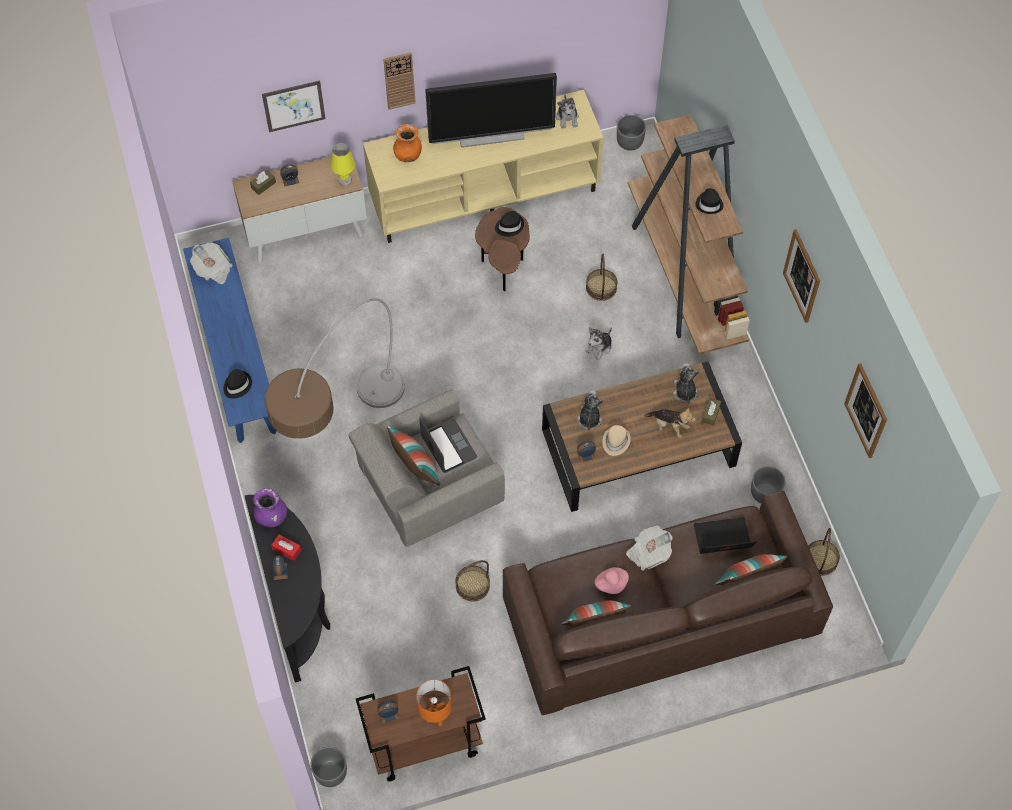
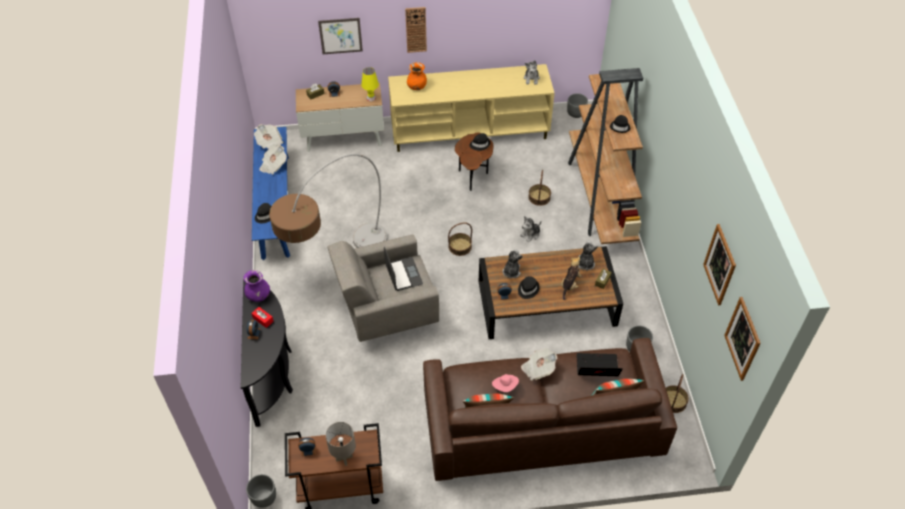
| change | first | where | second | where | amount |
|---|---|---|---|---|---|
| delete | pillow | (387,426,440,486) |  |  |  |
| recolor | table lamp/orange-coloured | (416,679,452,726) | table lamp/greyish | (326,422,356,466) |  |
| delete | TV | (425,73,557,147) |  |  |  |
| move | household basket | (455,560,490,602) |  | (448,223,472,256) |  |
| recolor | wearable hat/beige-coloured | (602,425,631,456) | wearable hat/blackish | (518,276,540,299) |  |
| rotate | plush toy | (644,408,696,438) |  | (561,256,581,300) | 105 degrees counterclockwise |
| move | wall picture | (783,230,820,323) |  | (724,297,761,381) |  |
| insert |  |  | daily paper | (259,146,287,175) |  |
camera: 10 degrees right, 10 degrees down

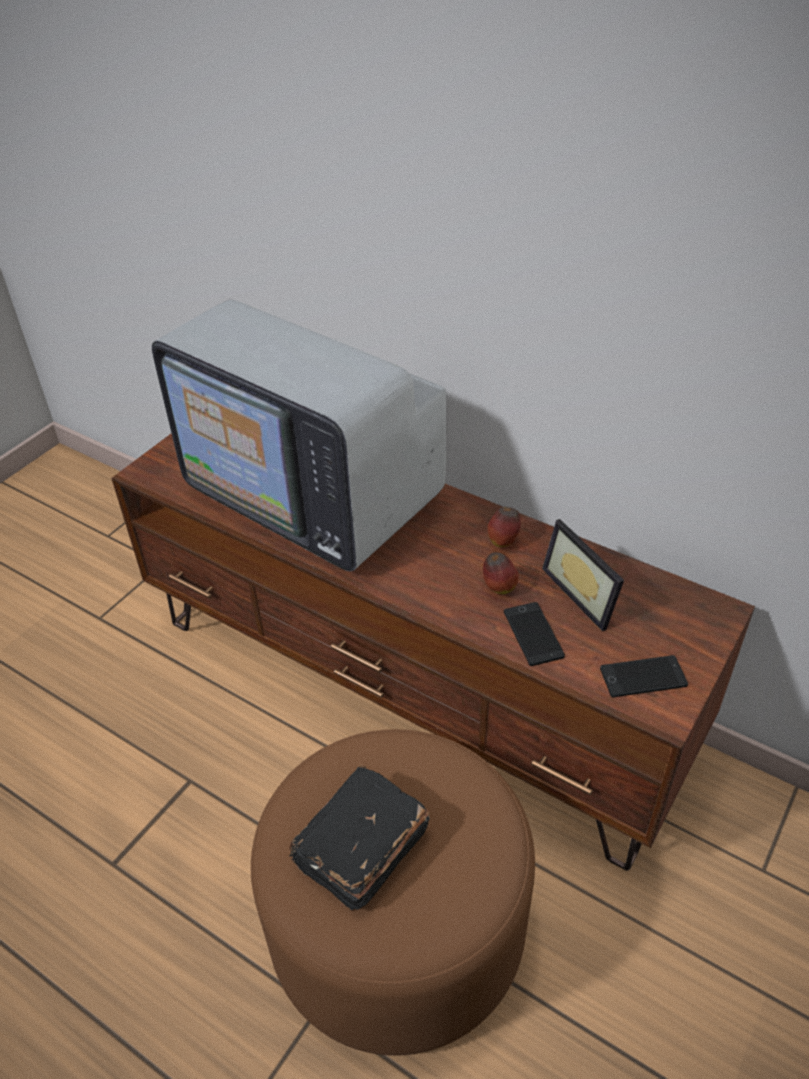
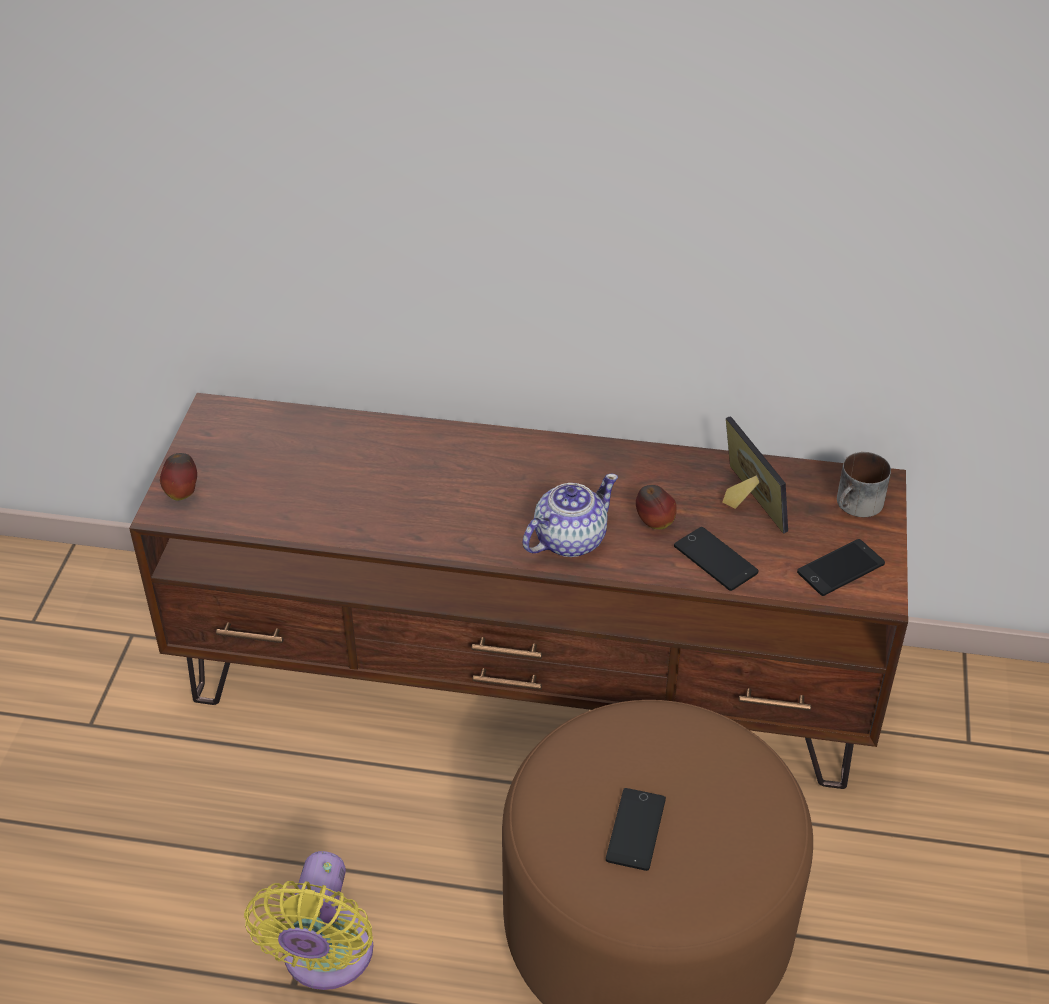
| change | first | where | second | where | amount |
|---|---|---|---|---|---|
| delete | TV | (152,300,446,571) |  |  |  |
| replace | volume/blackish | (289,764,430,910) | telephone | (606,788,666,871) |  |
| move | apple fruit | (487,507,521,547) |  | (160,453,197,501) |  |
| rotate | standing frame | (542,519,624,631) |  | (722,416,788,534) | 150 degrees counterclockwise |
| insert |  |  | cooling fan/yellow-coloured | (244,851,373,990) |  |
| insert |  |  | tea pot | (523,474,618,557) |  |
| insert |  |  | coffee mug | (837,452,891,517) |  |
camera: 25 degrees left, 0 degrees up

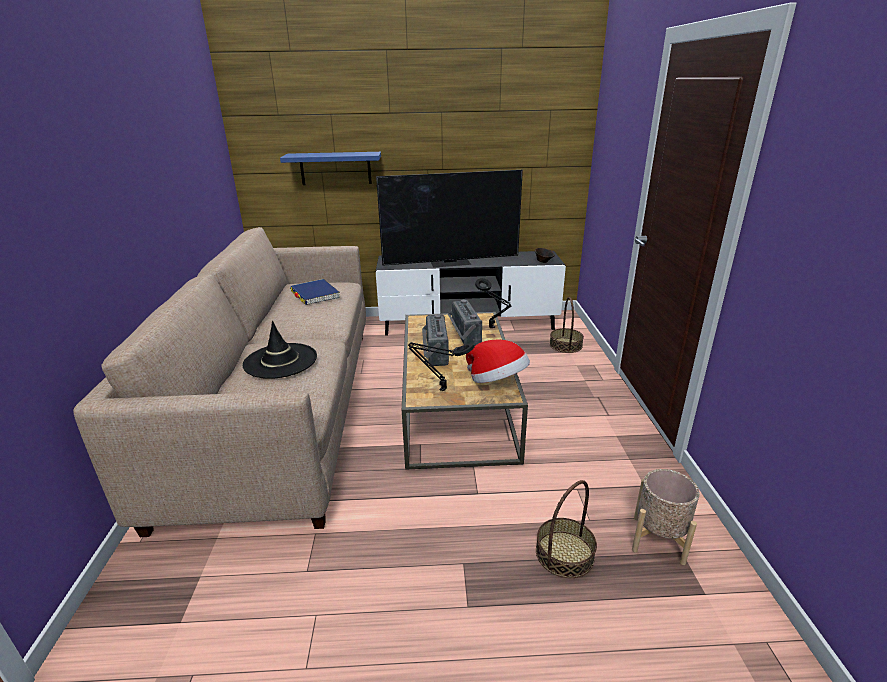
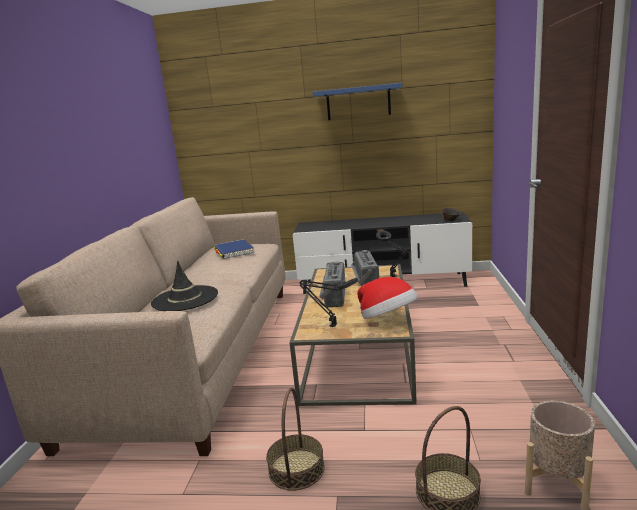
| change | first | where | second | where | amount |
|---|---|---|---|---|---|
| move | bracket shelf/blue-coloured | (280,152,381,185) |  | (313,83,402,120) |  |
| delete | TV | (376,170,523,268) |  |  |  |
| move | household basket | (550,297,584,353) |  | (266,388,325,491) |  |
camera: 10 degrees right, 10 degrees down

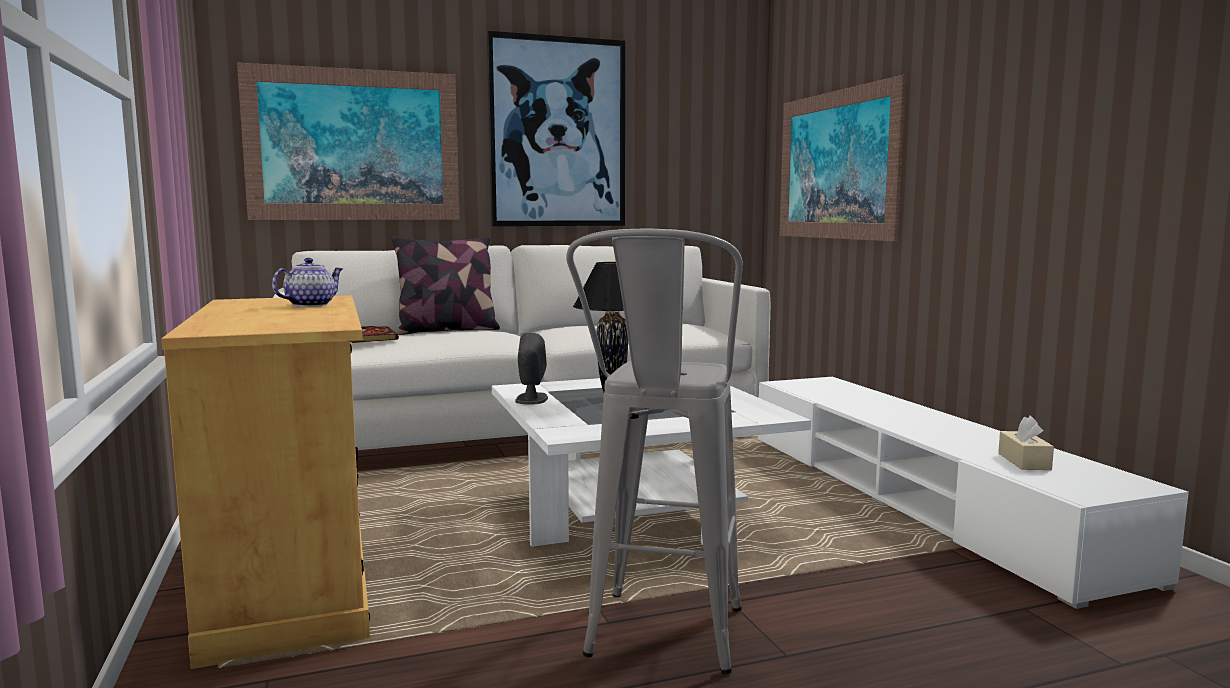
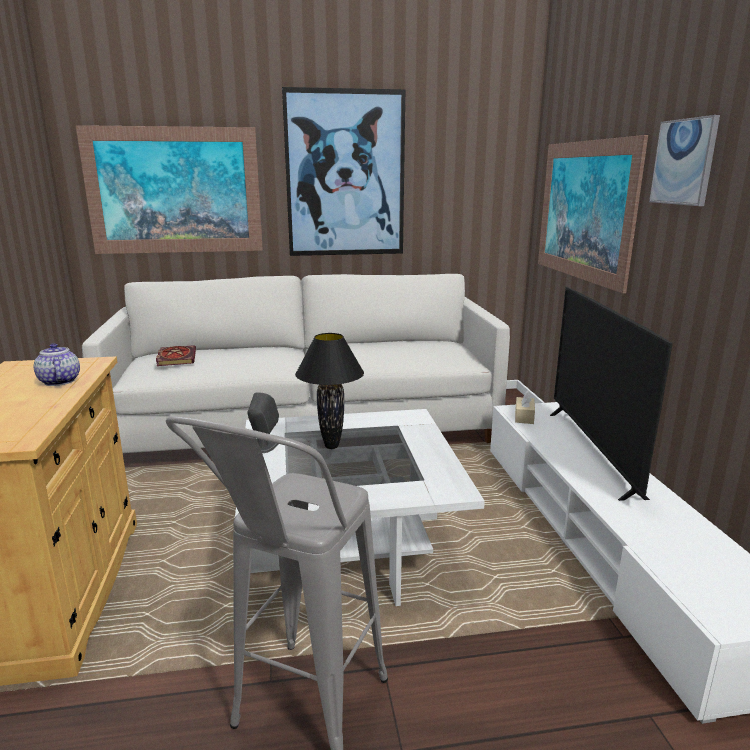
| change | first | where | second | where | amount |
|---|---|---|---|---|---|
| rotate | tea pot | (272,258,343,307) |  | (34,343,80,386) | 75 degrees counterclockwise |
| delete | pillow | (392,236,500,335) |  |  |  |
| move | tissue box/beige-coloured | (998,416,1054,470) |  | (515,390,535,424) |  |
| insert |  |  | TV | (550,287,673,501) |  |
| insert |  |  | wall picture | (649,115,720,206) |  |
camera: 10 degrees right, 10 degrees up

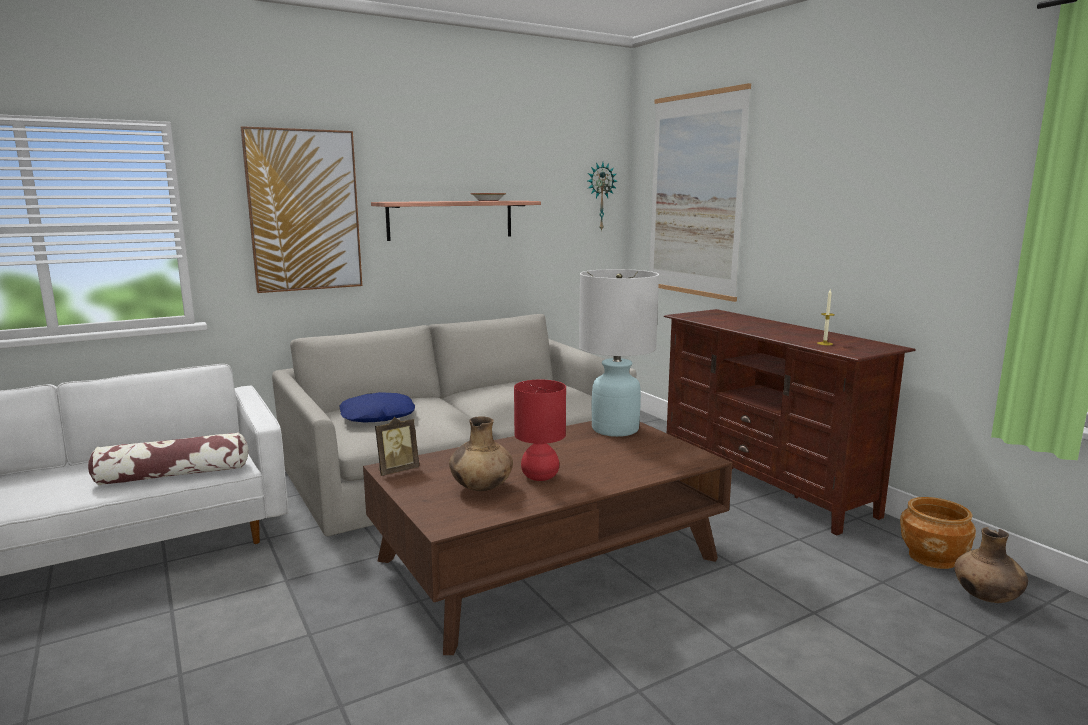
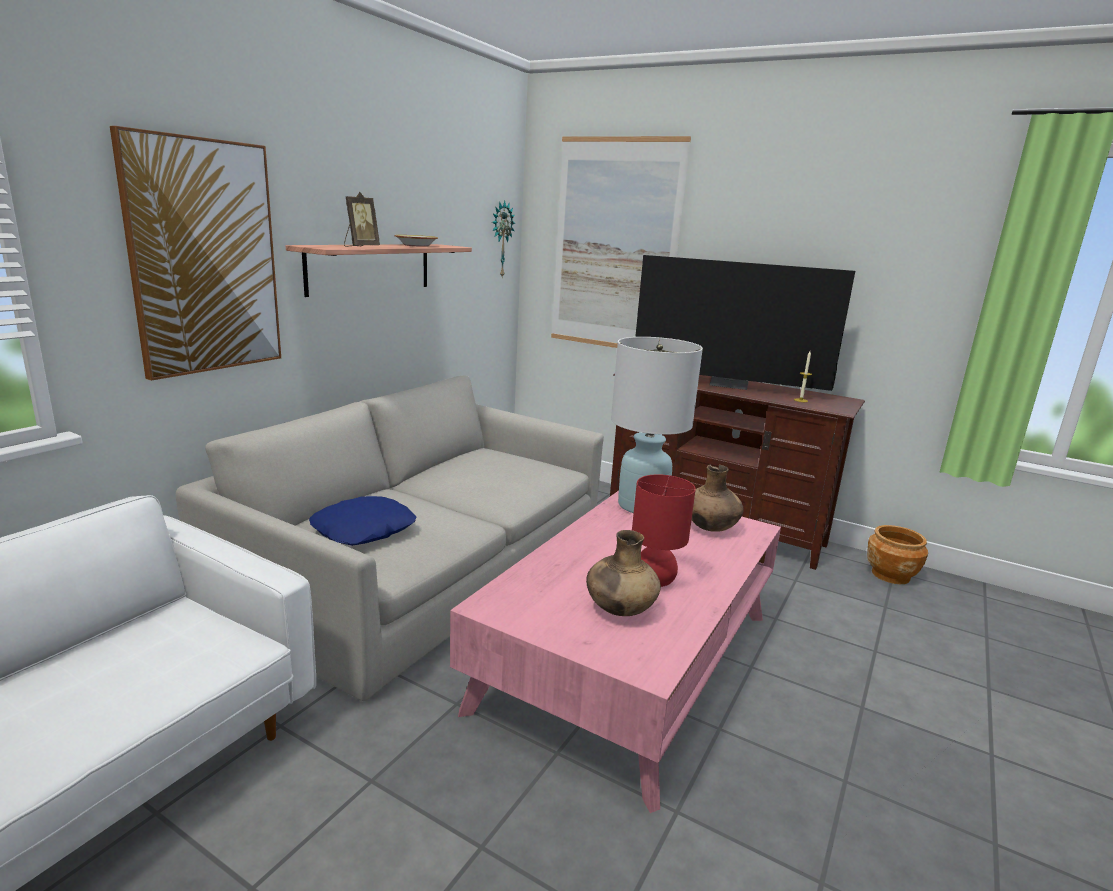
| change | first | where | second | where | amount |
|---|---|---|---|---|---|
| delete | pillow | (88,432,249,485) |  |  |  |
| recolor | lounge table/brownish | (363,421,732,655) | lounge table/pink | (450,491,781,813) |  |
| move | standing frame | (375,417,419,476) |  | (344,192,380,247) |  |
| move | decorative vase/brownish | (954,527,1028,603) |  | (691,464,744,532) |  |
| insert |  |  | TV | (635,255,855,391) |  |
camera: 30 degrees left, 5 degrees up

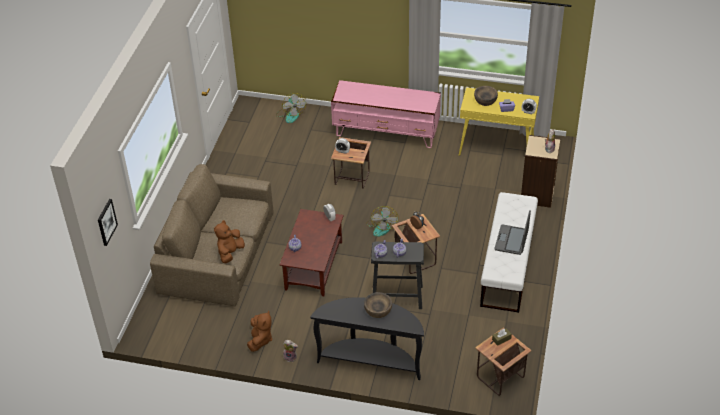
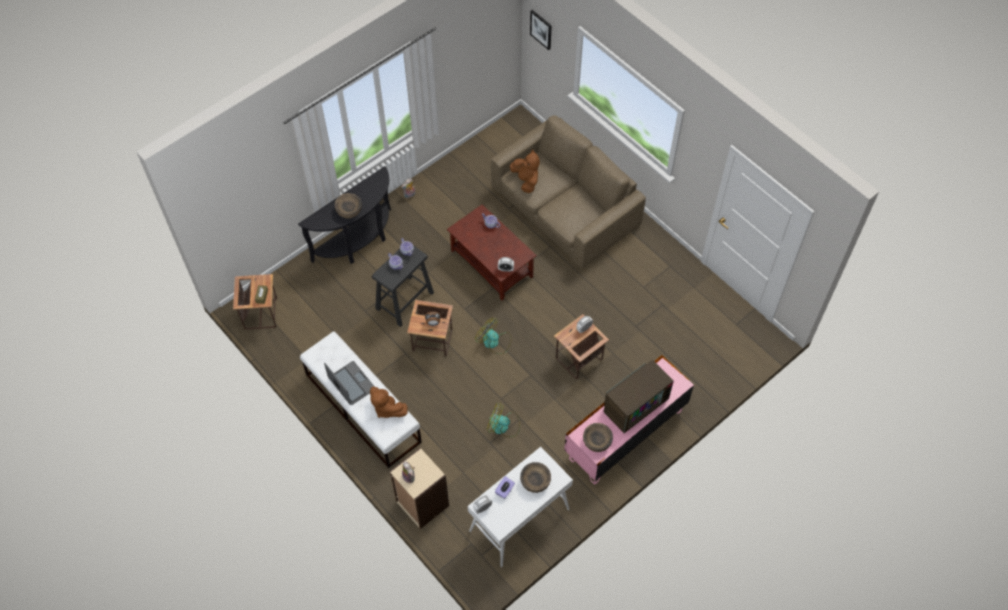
| change | first | where | second | where | amount |
|---|---|---|---|---|---|
| move | plush toy/brownish | (247,311,272,352) |  | (370,387,407,418) |  |
| move | cooling fan | (276,93,306,123) |  | (487,403,520,437) |  |
| recolor | narrow table/yellow-coloured | (459,87,539,156) | narrow table/whitish | (468,447,573,567) |  |
| insert |  |  | deep dish/brownish | (583,423,613,452) |  |
| insert |  |  | TV | (604,359,674,433) |  |
camera: 125 degrees right, 15 degrees up

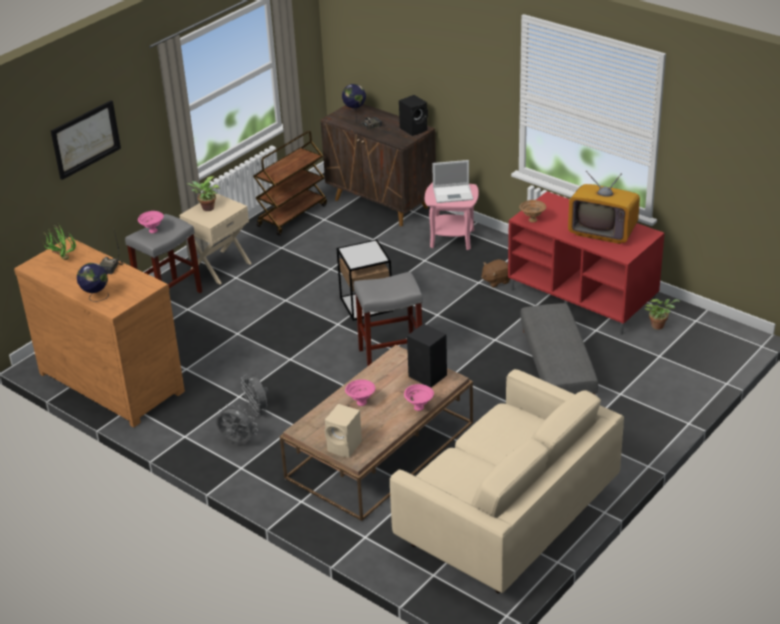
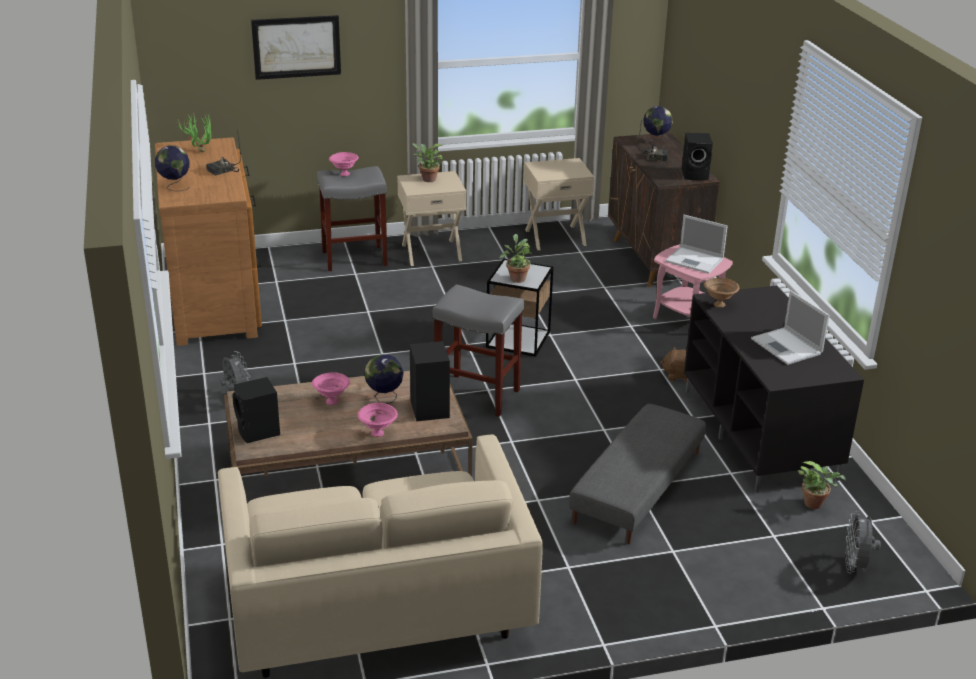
| change | first | where | second | where | amount |
|---|---|---|---|---|---|
| move | cooling fan/greyish | (241,374,269,416) |  | (845,511,881,574) |  |
| replace | wheeled cart/brownish | (253,131,327,236) | nightstand/beige-coloured | (524,158,594,250) |  |
| recolor | loudspeaker/beige-coloured | (324,404,362,458) | loudspeaker/blackish | (232,377,280,443) |  |
| recolor | tv stand/red | (508,191,665,335) | tv stand/blackish | (684,286,864,492) |  |
| replace | TV | (568,171,640,244) | laptop | (751,291,829,365) |  |
| insert |  |  | globe | (365,354,403,404) |  |
| insert |  |  | potted plant | (499,234,532,283) |  |
camera: 35 degrees right, 5 degrees down

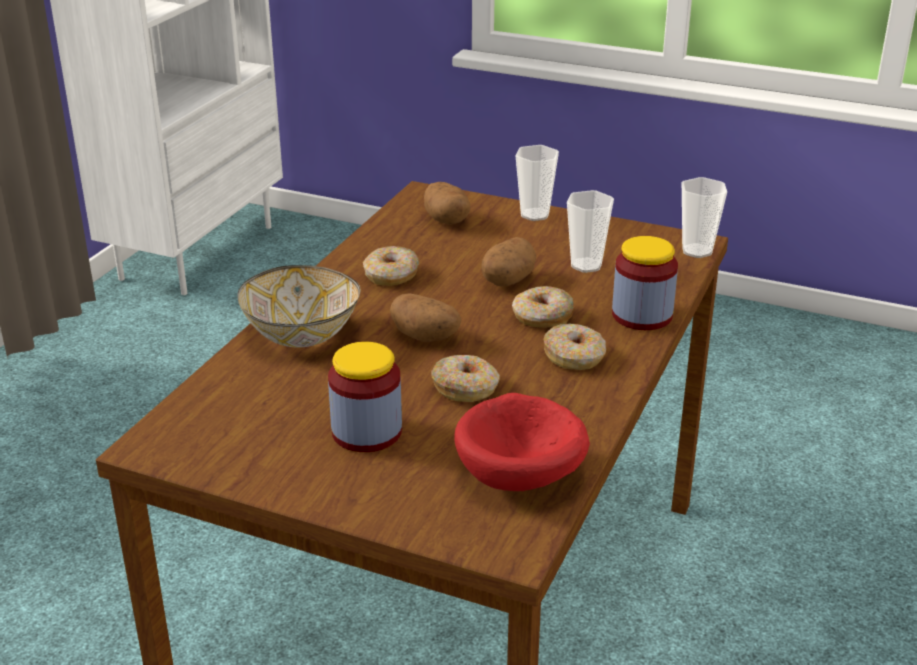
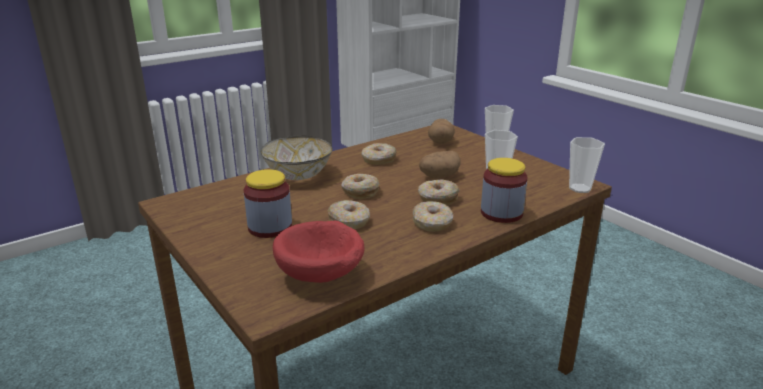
| change | first | where | second | where | amount |
|---|---|---|---|---|---|
| replace | whole potato | (390,293,462,342) | doughnut | (341,174,380,199) |  |
camera: 30 degrees right, 5 degrees down

